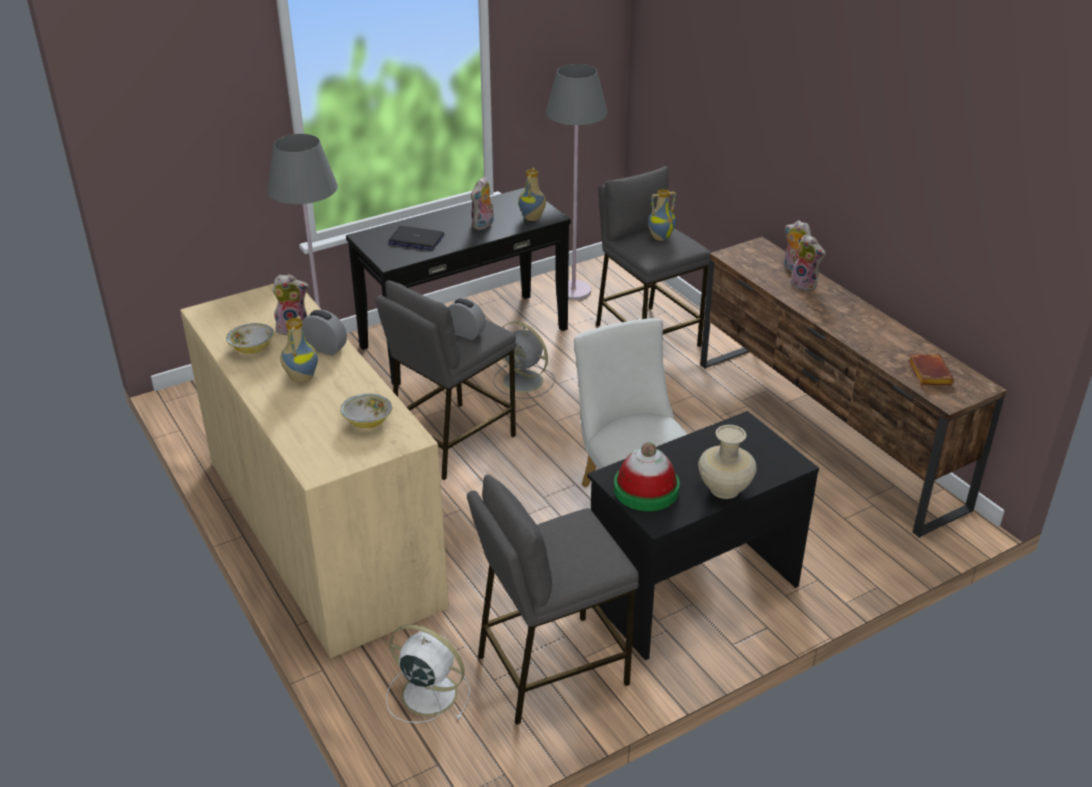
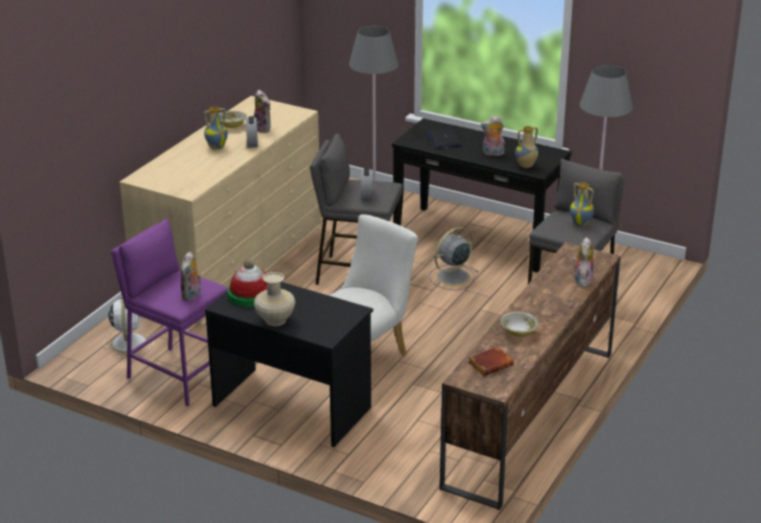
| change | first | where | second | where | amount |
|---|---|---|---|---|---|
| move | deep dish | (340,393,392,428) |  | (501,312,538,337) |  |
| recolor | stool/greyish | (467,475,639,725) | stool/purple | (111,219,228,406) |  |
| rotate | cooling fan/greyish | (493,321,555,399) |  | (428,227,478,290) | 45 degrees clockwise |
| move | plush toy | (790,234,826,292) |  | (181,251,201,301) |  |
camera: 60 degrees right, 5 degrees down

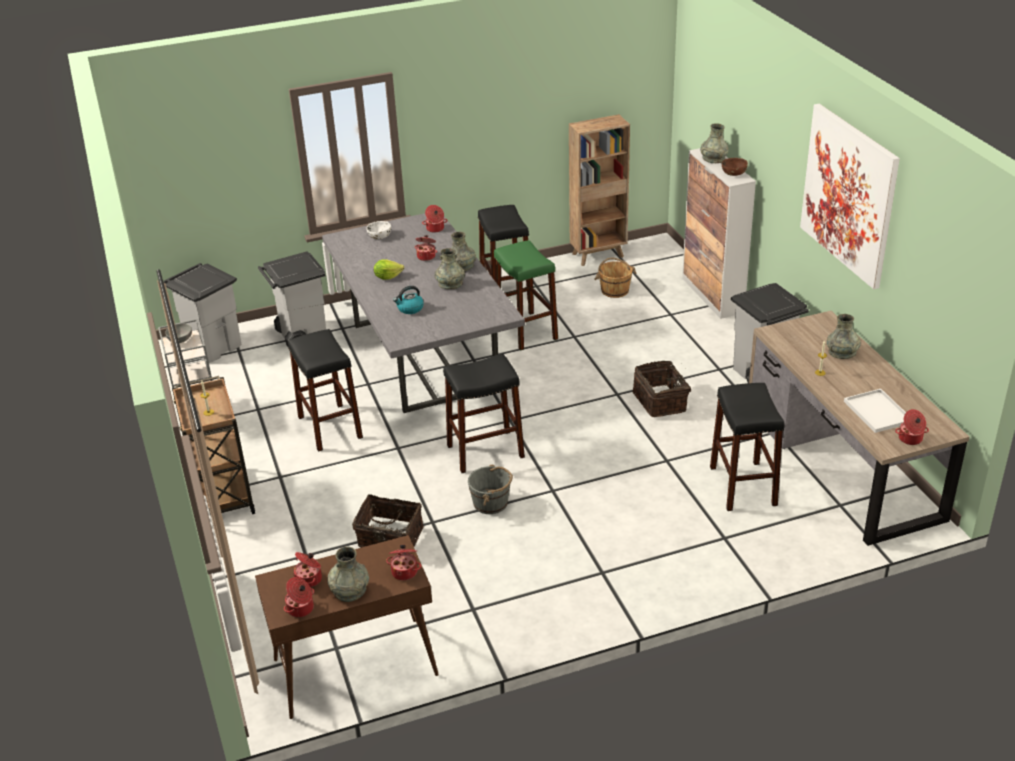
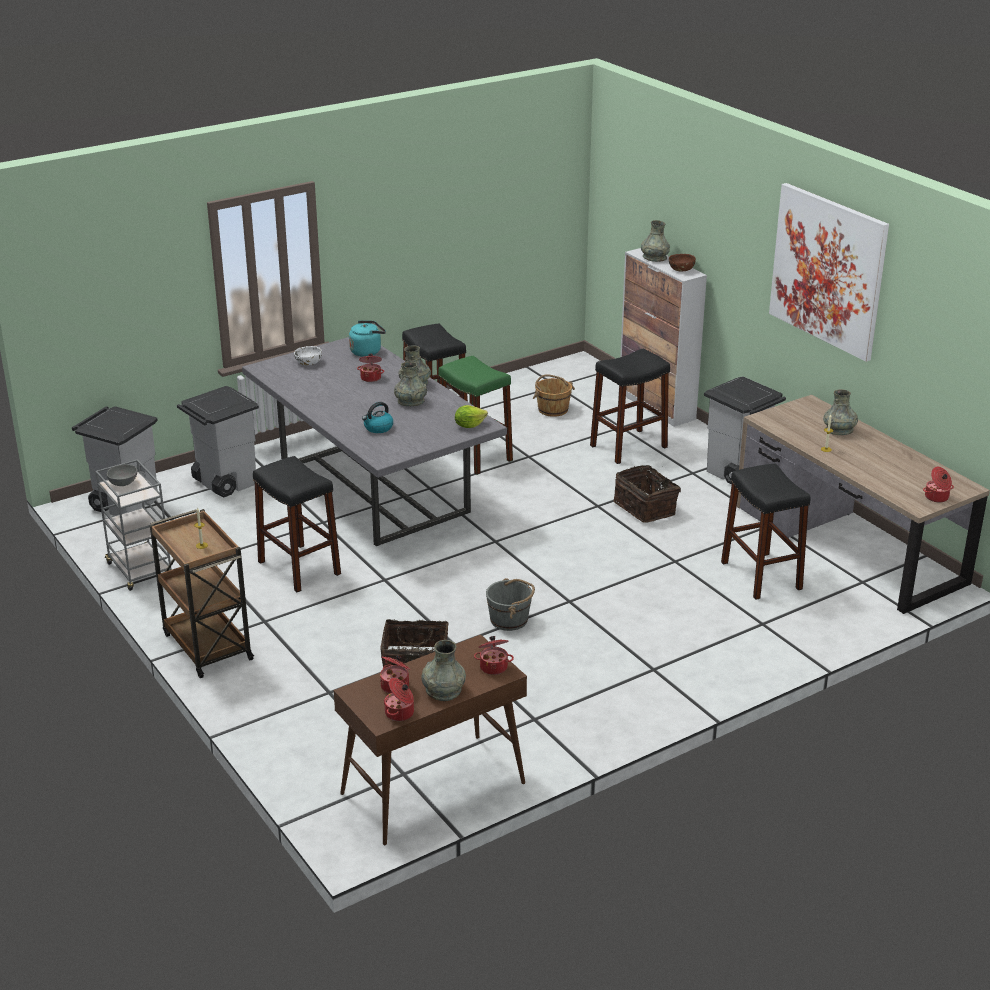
| change | first | where | second | where | amount |
|---|---|---|---|---|---|
| move | lettuce | (374,259,404,280) |  | (455,405,488,428) |  |
| replace | stockpot | (422,205,448,233) | tea kettle/turquoise | (349,320,386,357) |  |
| move | stool/blackish | (443,353,525,473) |  | (590,349,670,464) |  |
| delete | bookshelf/brownish | (569,114,630,266) |  |  |  |
| delete | serving tray/whitish | (844,389,906,433) |  |  |  |
camera: 15 degrees left, 5 degrees down

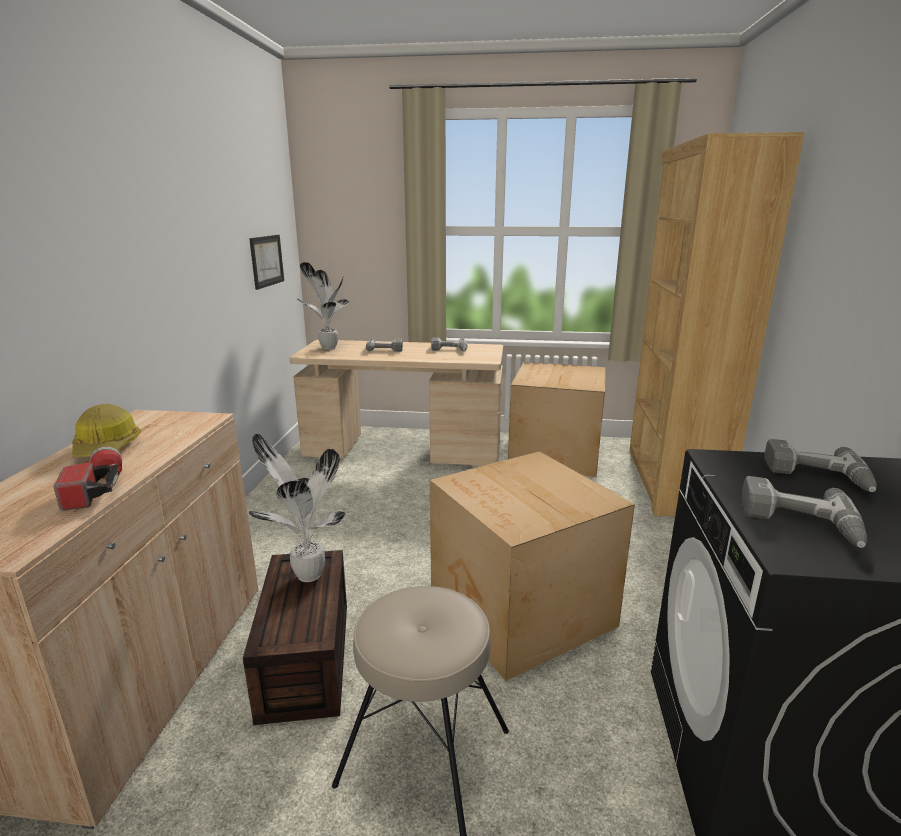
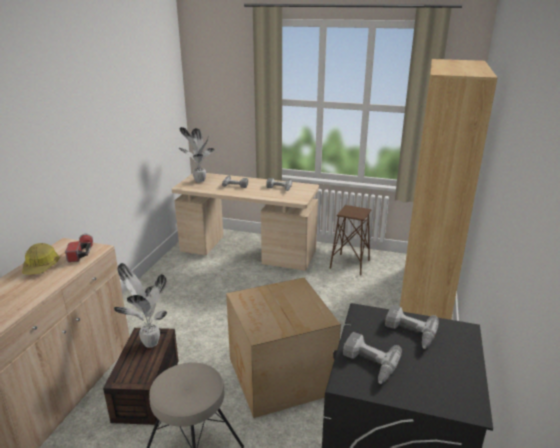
| change | first | where | second | where | amount |
|---|---|---|---|---|---|
| move | hand torch | (54,447,122,511) |  | (65,234,93,262) |  |
| delete | wall picture | (249,235,284,290) |  |  |  |
| replace | cardboard box | (508,362,606,477) | stool/brownish | (330,205,371,276) |  |
camera: 10 degrees right, 5 degrees up

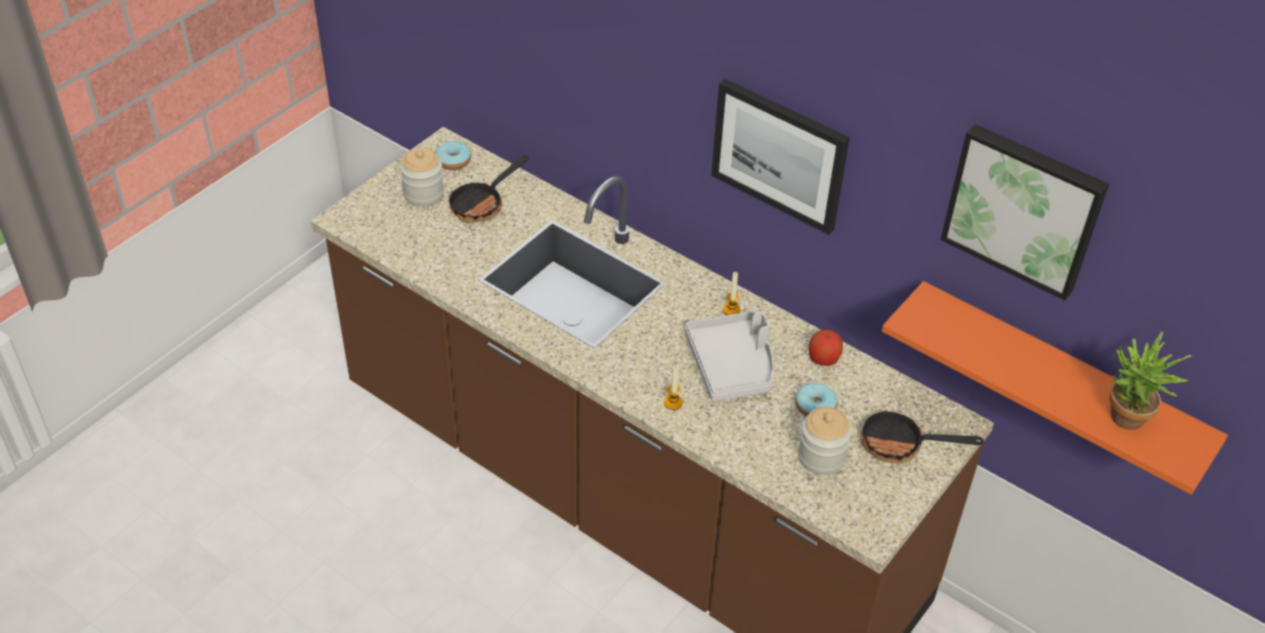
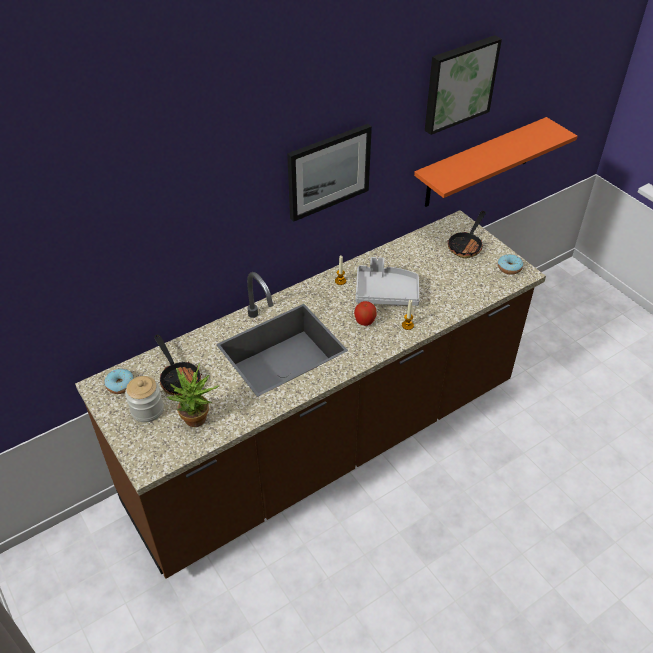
| change | first | where | second | where | amount |
|---|---|---|---|---|---|
| move | doughnut | (795,382,837,417) |  | (498,254,523,275) |  |
| delete | jar | (798,407,851,475) |  |  |  |
| move | apple fruit | (809,329,843,366) |  | (354,301,376,326) |  |
| move | potted plant | (1109,331,1192,430) |  | (166,363,220,427) |  |
camera: 70 degrees left, 0 degrees up

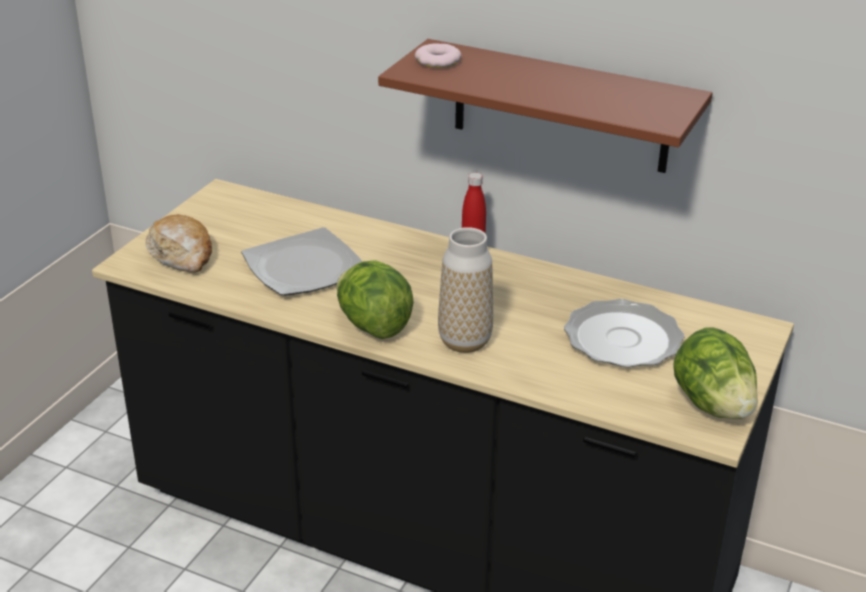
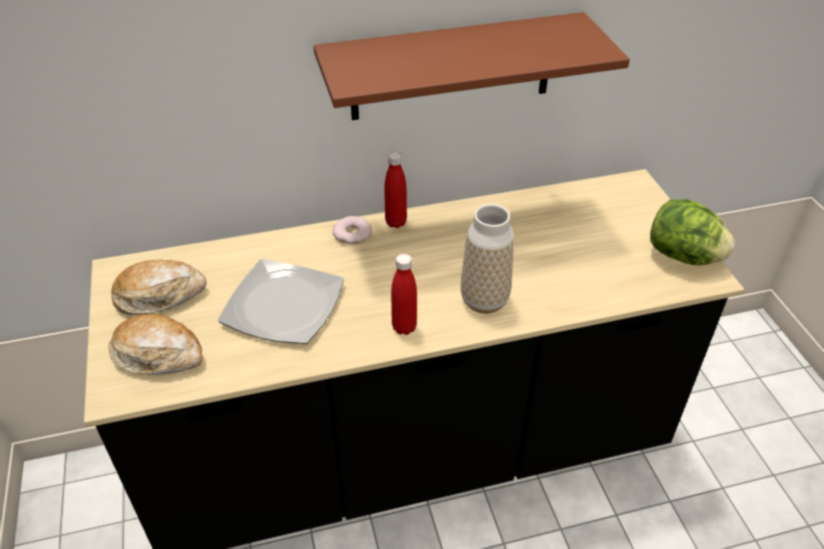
| change | first | where | second | where | amount |
|---|---|---|---|---|---|
| replace | lettuce | (336,260,414,339) | bottle/red | (391,254,417,335) |  |
| move | doughnut | (415,43,461,68) |  | (333,216,371,244) |  |
| delete | plate | (564,299,685,368) |  |  |  |
| insert |  |  | bread | (111,260,207,315) |  |
camera: 40 degrees left, 10 degrees up

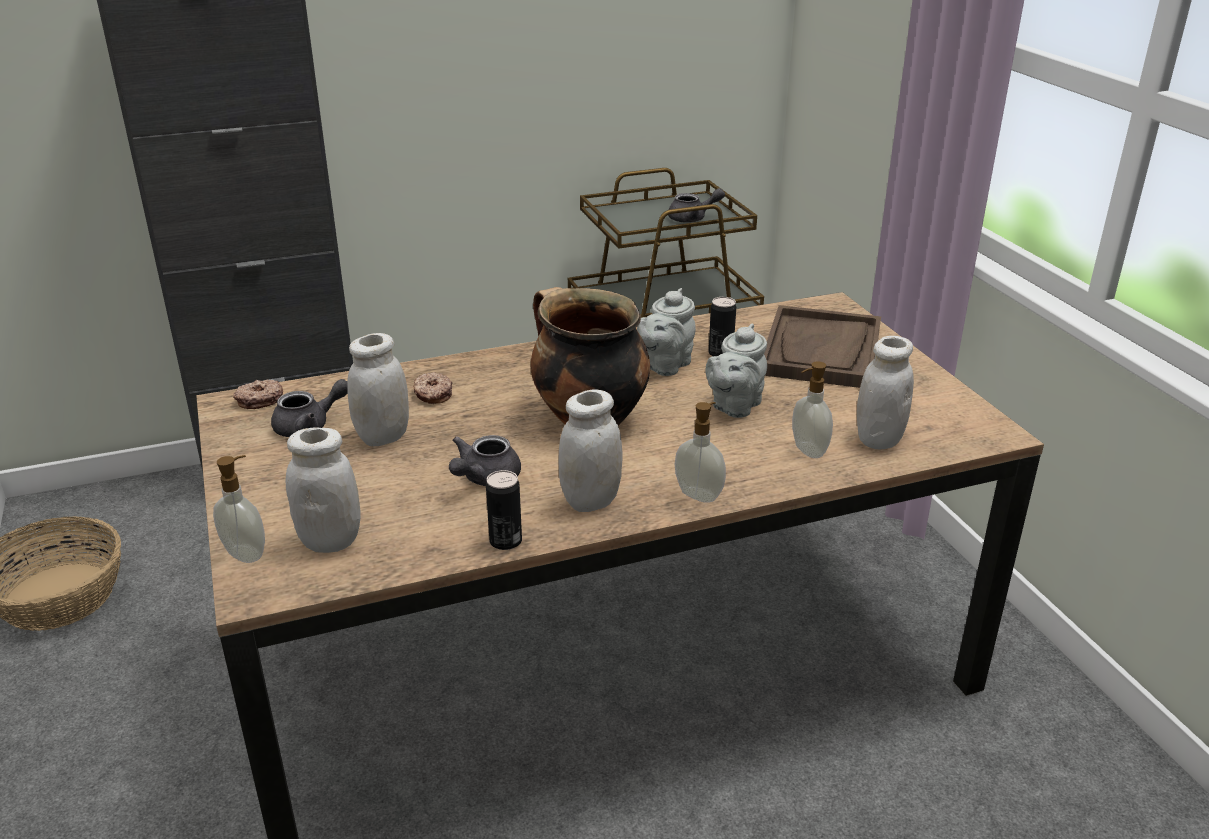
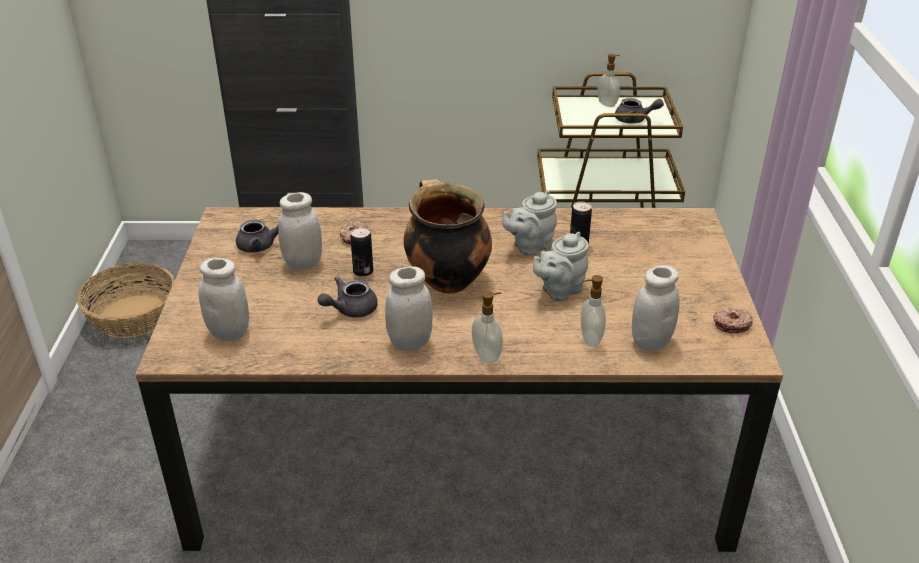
| change | first | where | second | where | amount |
|---|---|---|---|---|---|
| move | soap dispenser | (213,455,265,563) |  | (597,54,620,107) |  |
| move | doughnut | (233,380,283,409) |  | (713,307,753,333) |  |
| move | can | (486,470,522,550) |  | (350,227,373,277) |  |
| delete | serving tray/brownish | (764,305,881,388) |  |  |  |
camera: 20 degrees right, 5 degrees up

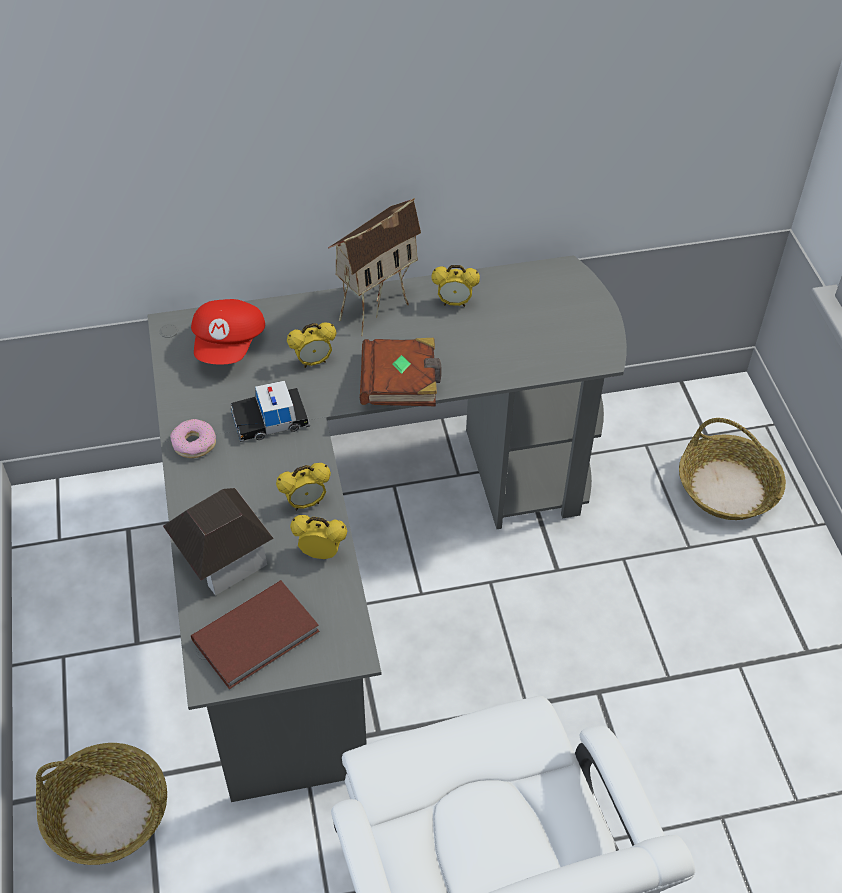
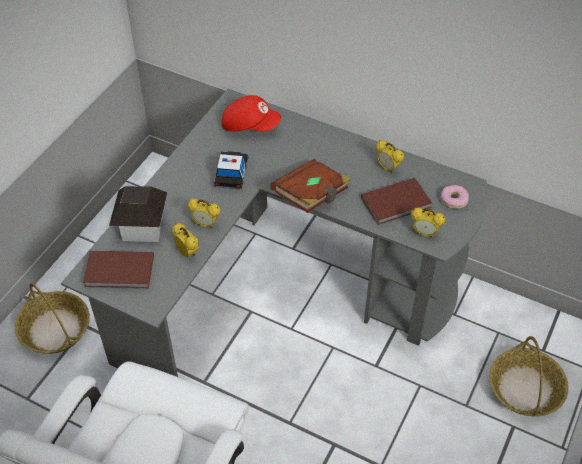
| change | first | where | second | where | amount |
|---|---|---|---|---|---|
| move | doughnut | (170,419,216,458) |  | (441,185,469,209) |  |
| rotate | baseball cap/red | (191,299,265,365) |  | (222,95,281,131) | 120 degrees counterclockwise |
| rotate | model car | (230,381,310,442) |  | (213,151,249,189) | 75 degrees clockwise |
| move | bedside clock | (287,322,336,368) |  | (411,208,445,238) |  |
| delete | model house | (328,198,421,336) |  |  |  |
| insert |  |  | volume/brownish | (361,178,432,225) |  |
camera: 40 degrees right, 0 degrees up

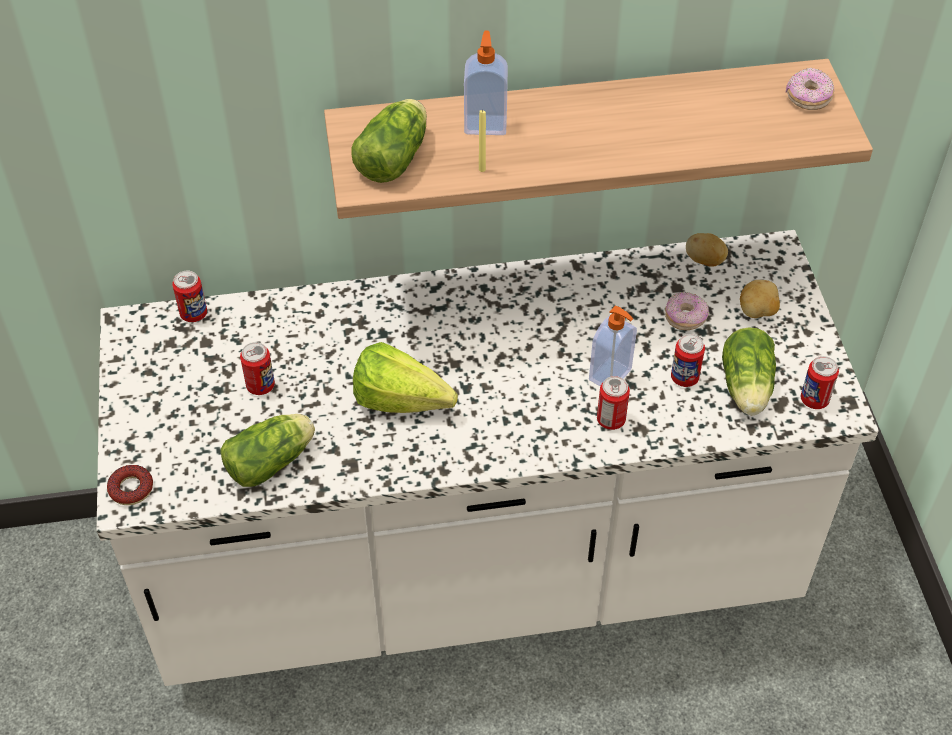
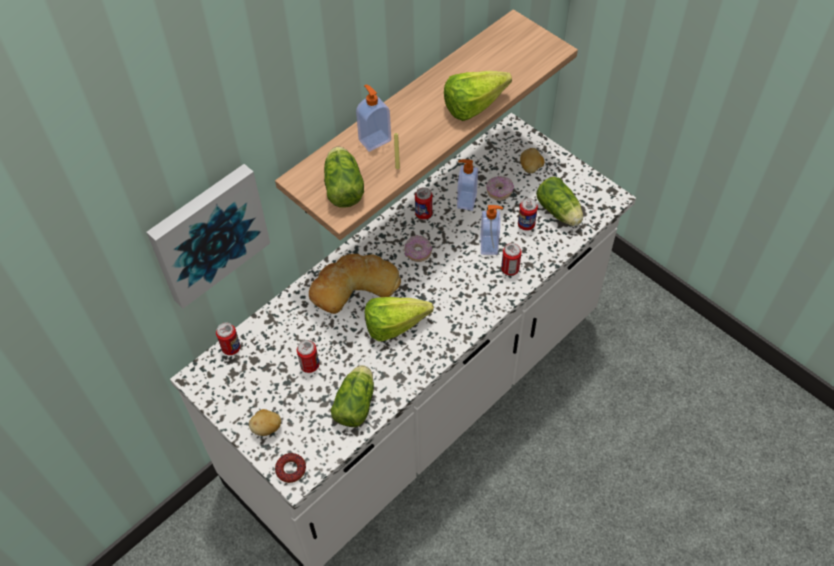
| change | first | where | second | where | amount |
|---|---|---|---|---|---|
| move | whole potato | (686,233,728,267) |  | (249,409,281,436) |  |
| move | doughnut | (785,68,835,110) |  | (404,235,432,262) |  |
| move | can | (801,356,839,409) |  | (415,187,433,220) |  |
| insert |  |  | wall picture | (146,164,270,309) |  |
| insert |  |  | bread | (309,254,401,314) |  |
| insert |  |  | lettuce | (444,71,512,121) |  |
| insert |  |  | soap dispenser | (457,159,478,211) |  |
camera: 35 degrees left, 5 degrees up

